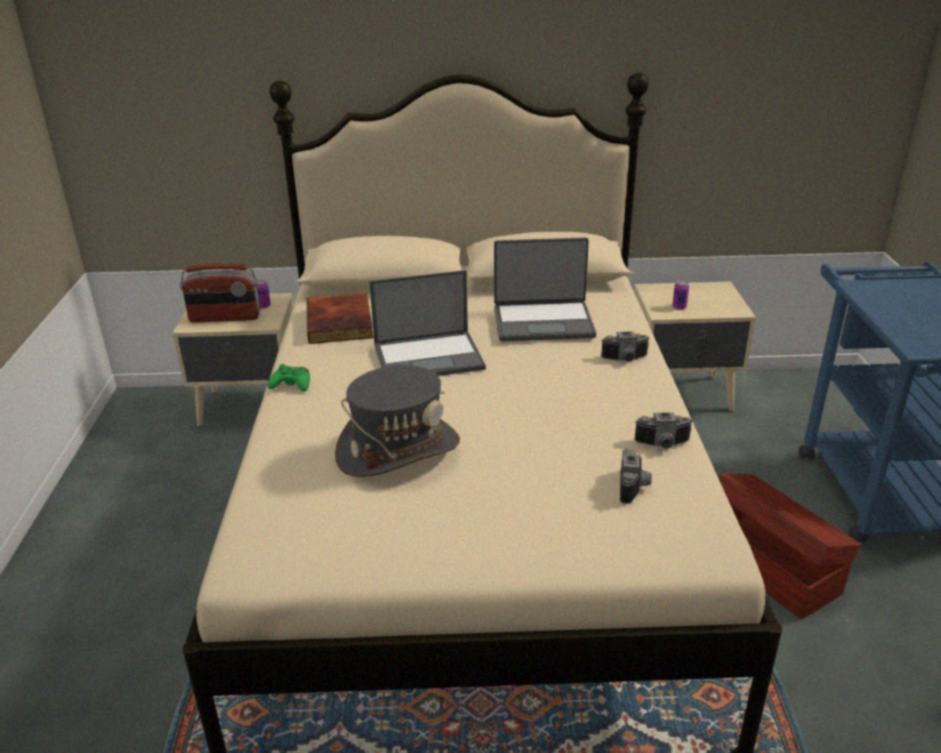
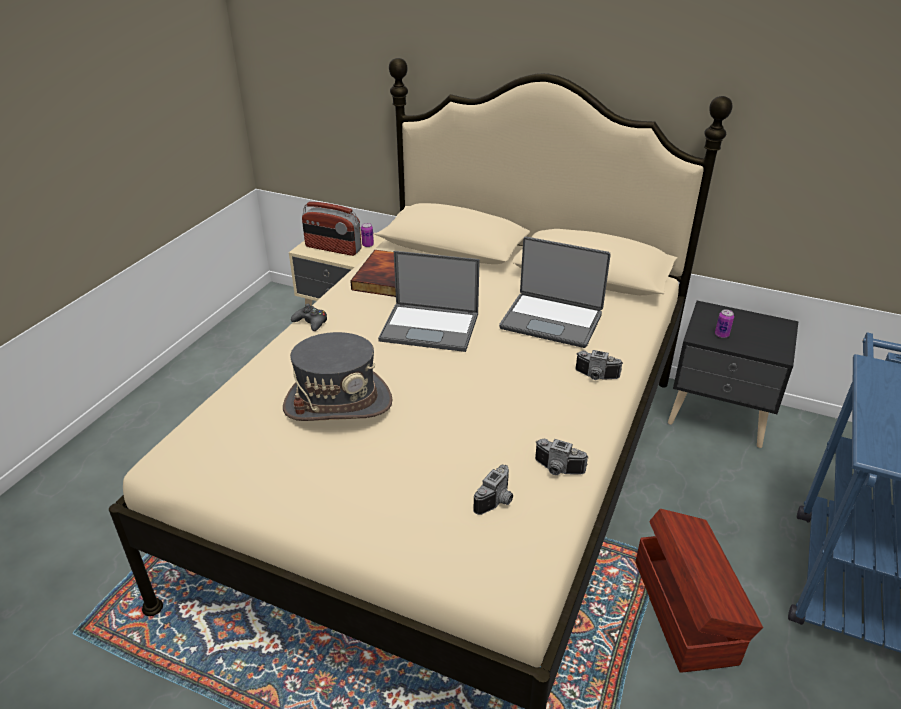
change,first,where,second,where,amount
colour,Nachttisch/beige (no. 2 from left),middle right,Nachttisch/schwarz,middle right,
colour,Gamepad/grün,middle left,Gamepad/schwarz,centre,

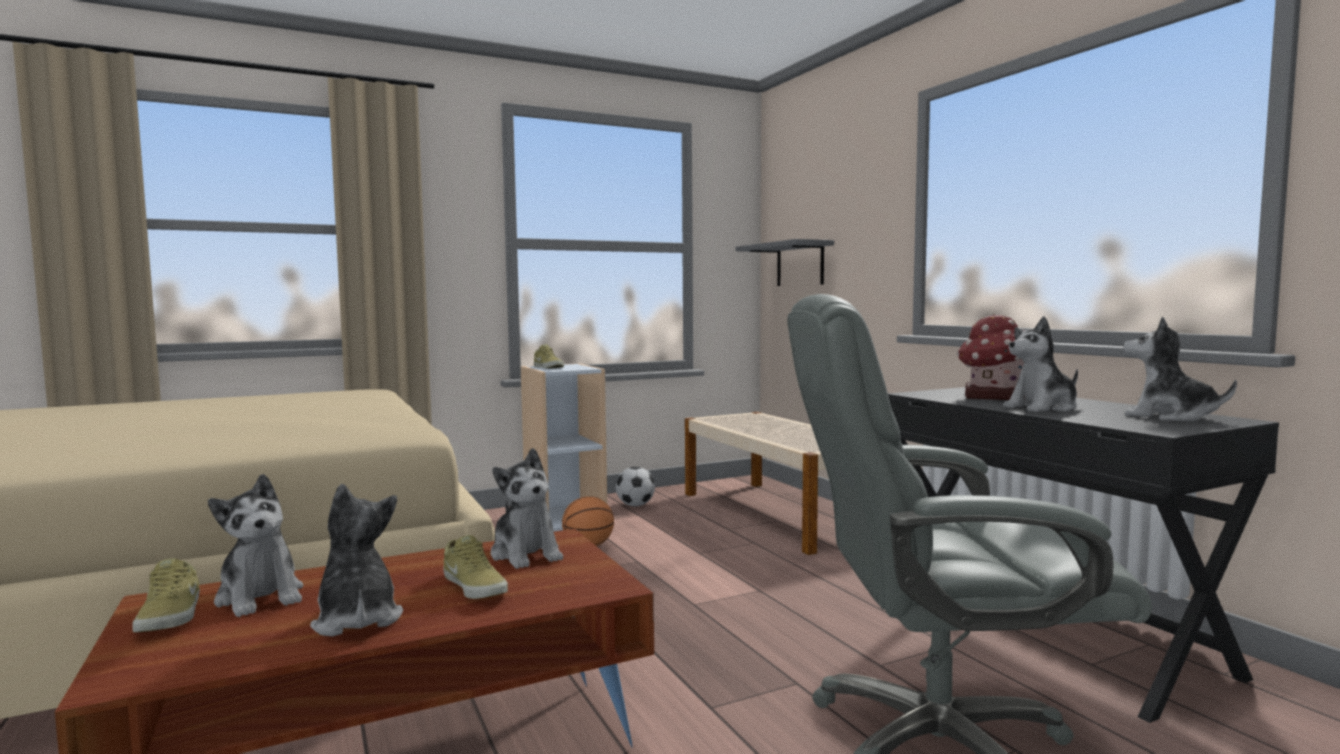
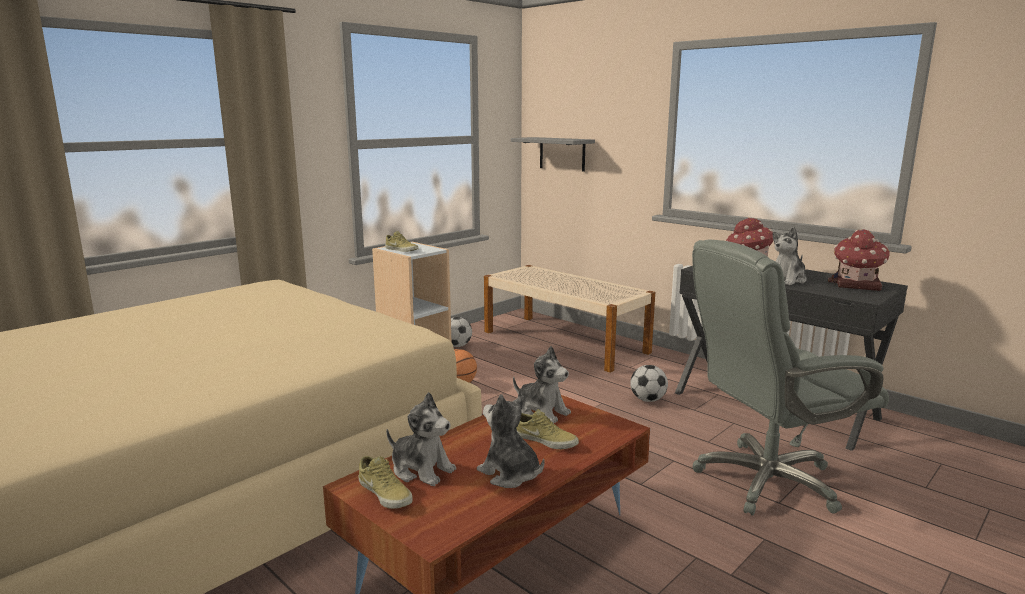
change,first,where,second,where,amount
exchanged,Plüschtier (no. 5 from left),middle right,Spielzeughaus (no. 2 from left),middle right,
appeared,,,Fußball (no. 2 from left),centre,

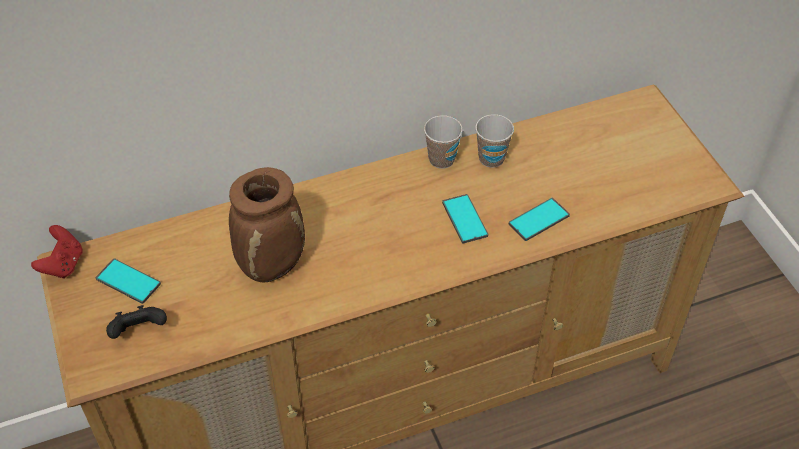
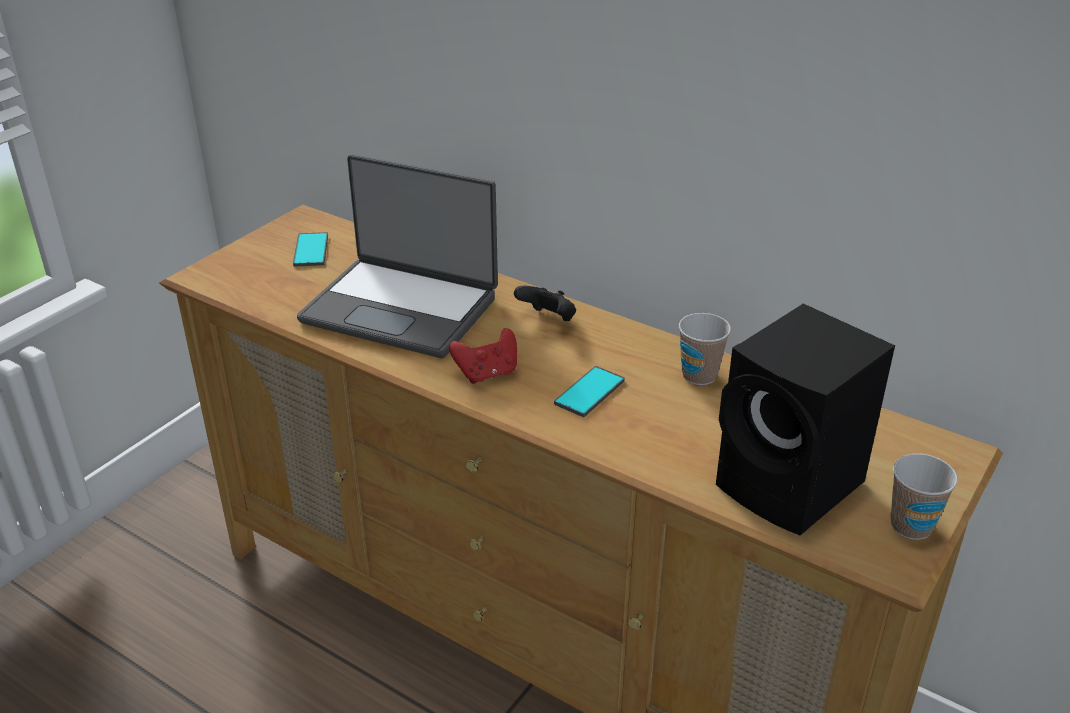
change,first,where,second,where,amount
relocated,Tasse (no. 1 from left in the first image),top centre,Tasse (no. 2 from left),bottom right,
exchanged,Vase/braun,centre,Laptop,centre,
missing,Handy (no. 3 from left),middle right,,,
relocated,Gamepad/rot,middle left,,centre,
relocated,Gamepad/schwarz,bottom left,,centre,
appeared,,,Lautsprecher/schwarz,middle right,

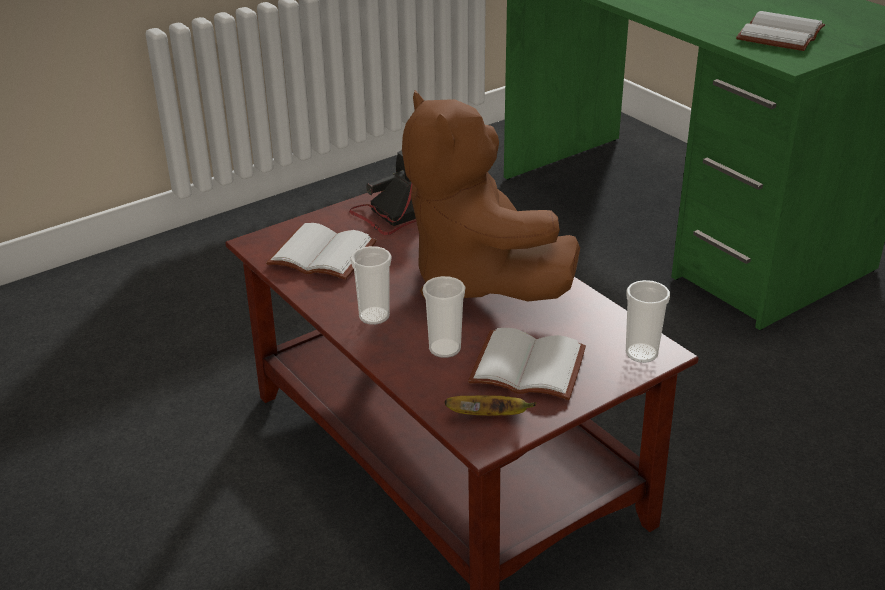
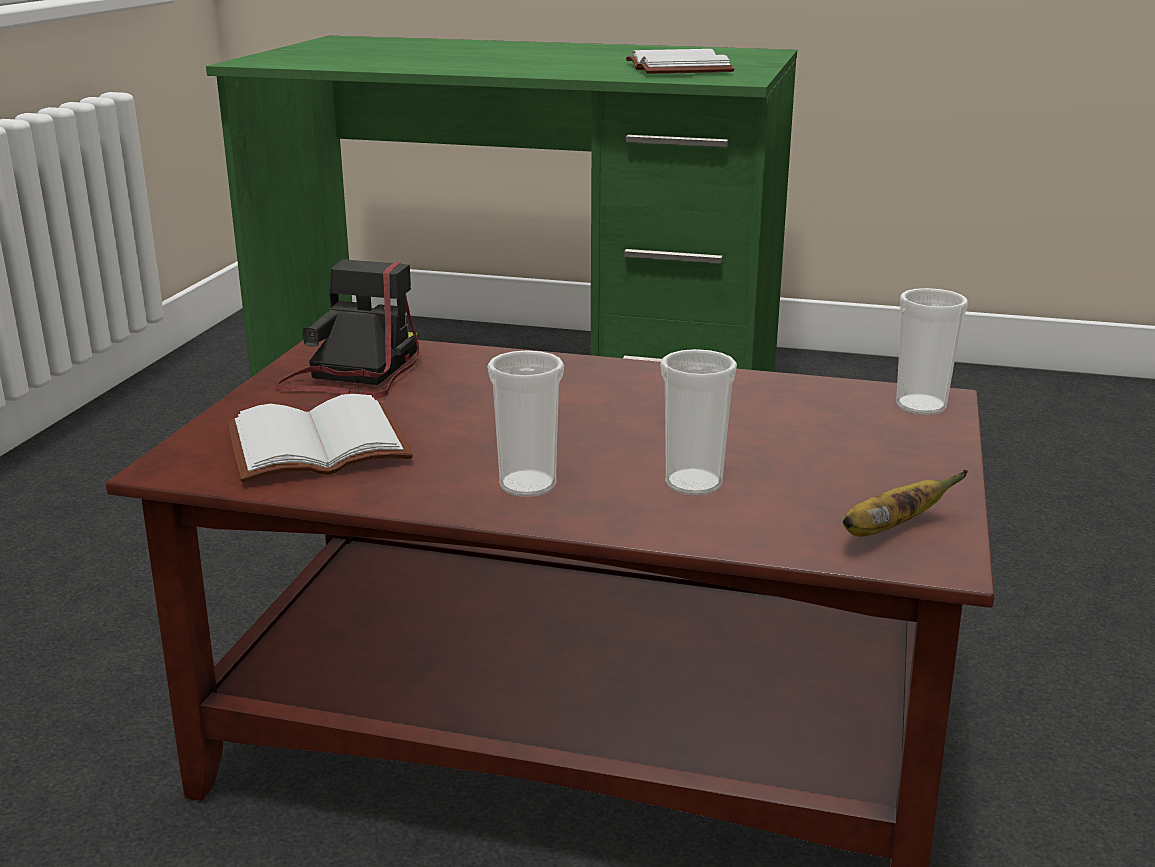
change,first,where,second,where,amount
missing,Plüschtier/braun,top centre,,,
missing,Buch/weiß (no. 2 from left),centre,,,

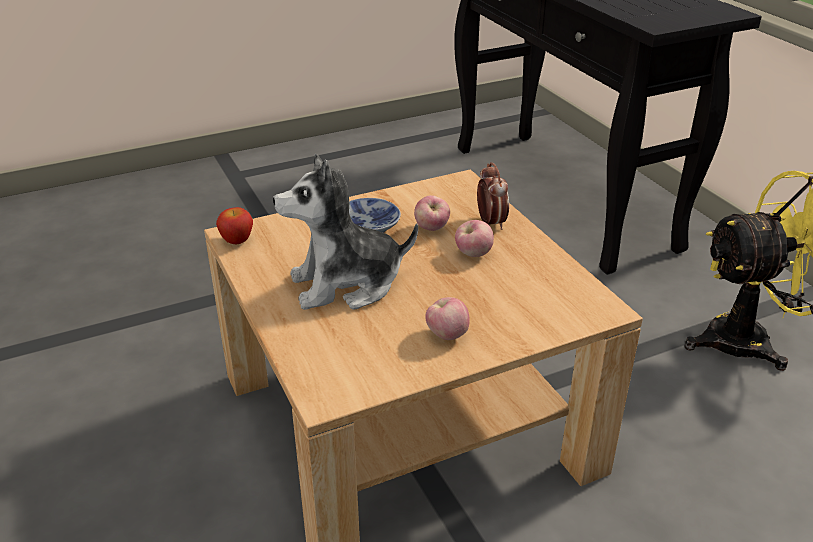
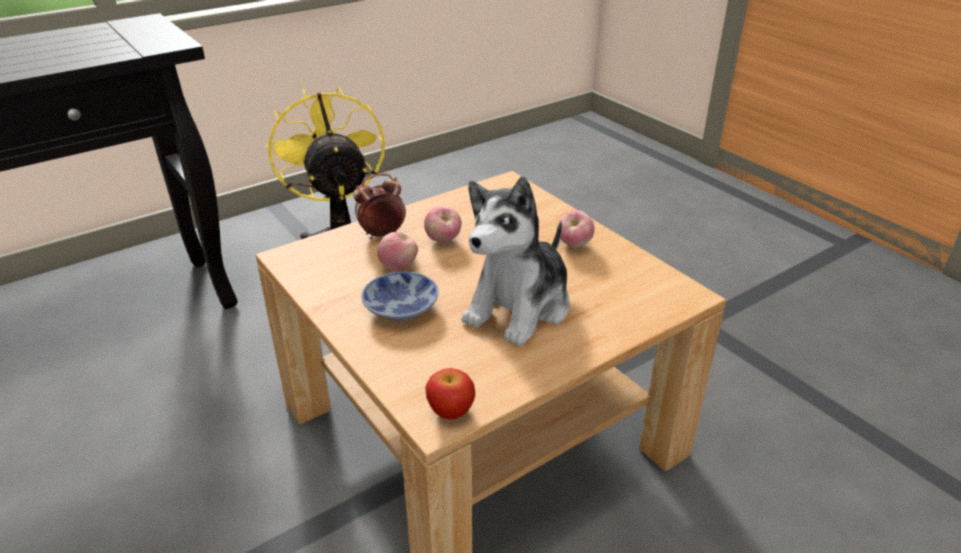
change,first,where,second,where,amount
spun,Plüschtier,centre,,centre,60 degrees clockwise

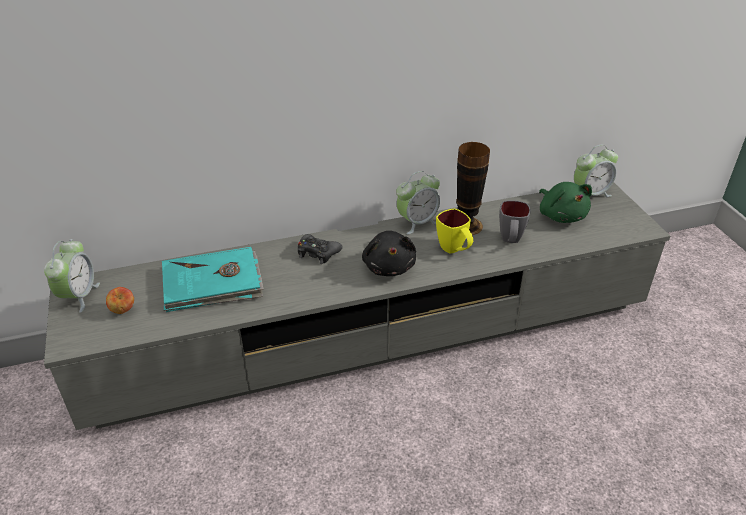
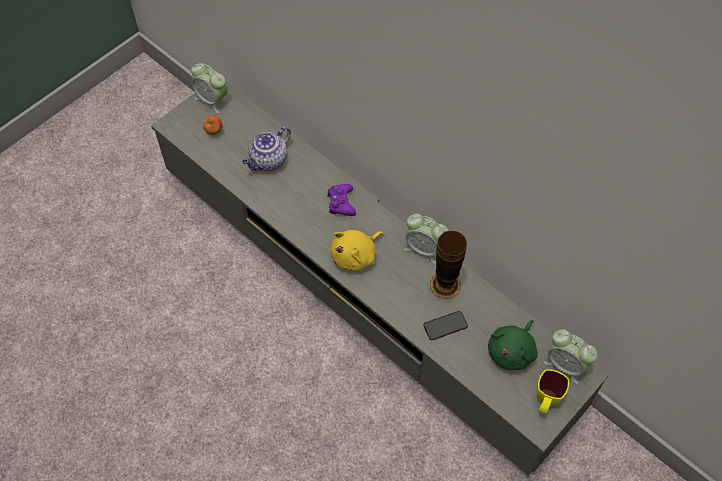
change,first,where,second,where,amount
exchanged,Henkelbecher/grau,middle right,Handy,bottom centre,
relocated,Henkelbecher/gelb,centre,,bottom right,
colour,Plüschtier/schwarz,centre,Plüschtier/gelb,centre,
colour,Gamepad/schwarz,centre,Gamepad/lila,centre,
spun,Wecker (no. 1 from left),middle left,,top left,60 degrees clockwise
exchanged,Buch/türkis,middle left,Teekanne,top centre,

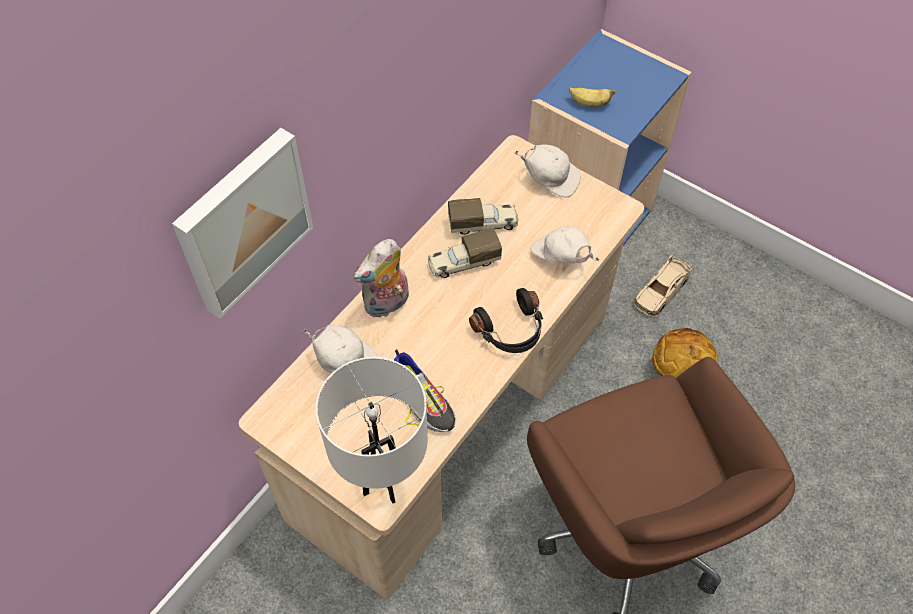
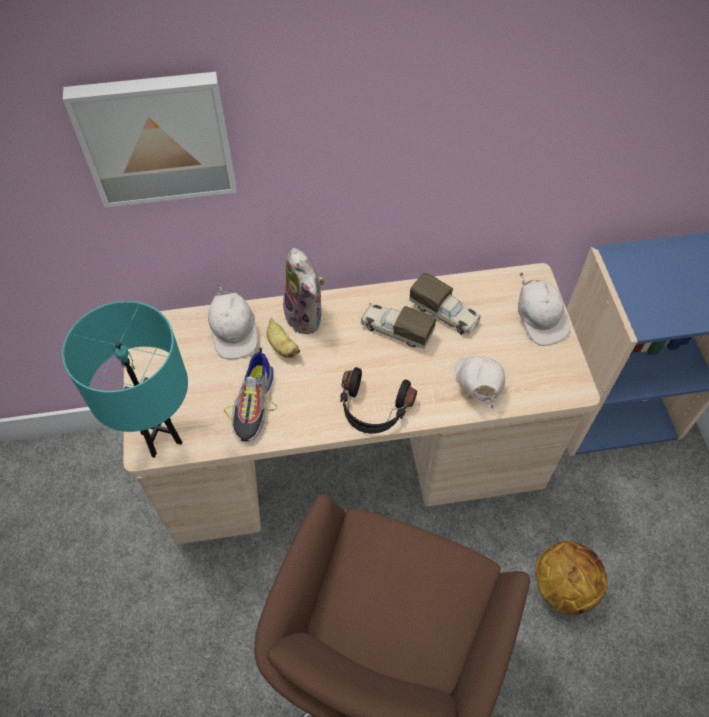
change,first,where,second,where,amount
relocated,Banane,top centre,,centre,
spun,Plüschtier,centre,,centre,120 degrees counterclockwise
missing,Spielzeugauto/beige,middle right,,,
colour,Tischlampe/weiß,bottom centre,Tischlampe/türkis,middle left,

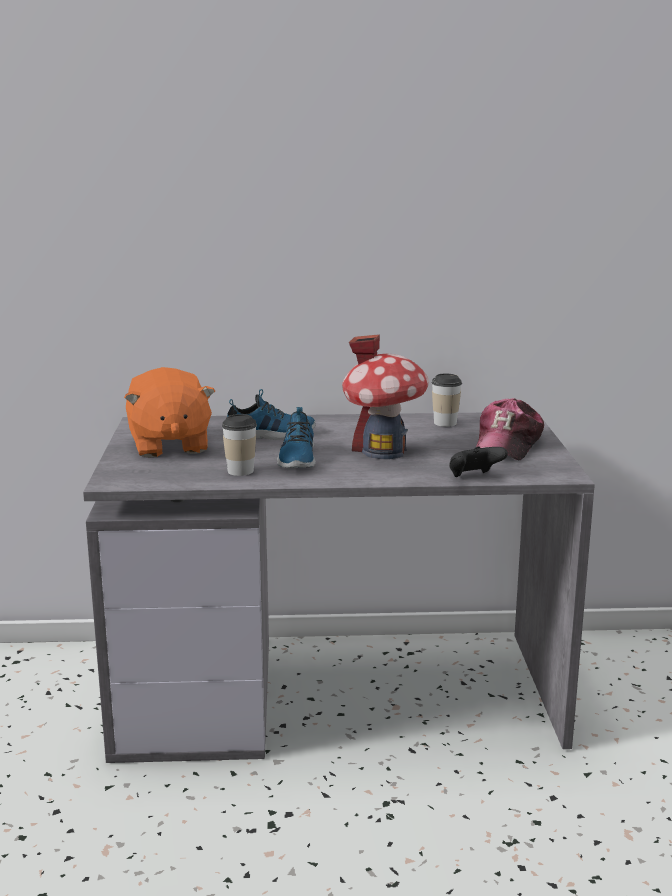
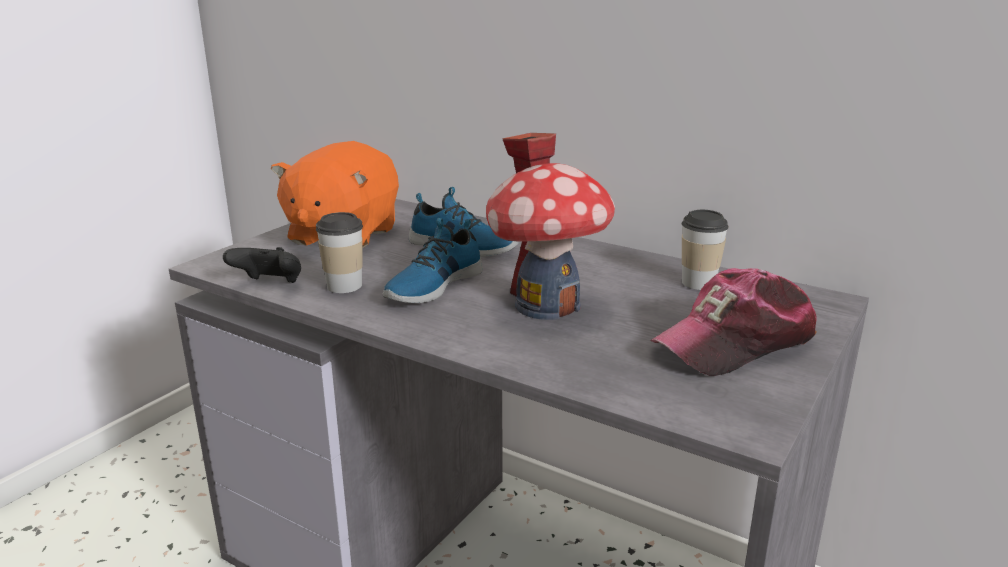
change,first,where,second,where,amount
relocated,Gamepad/schwarz,middle right,,middle left,

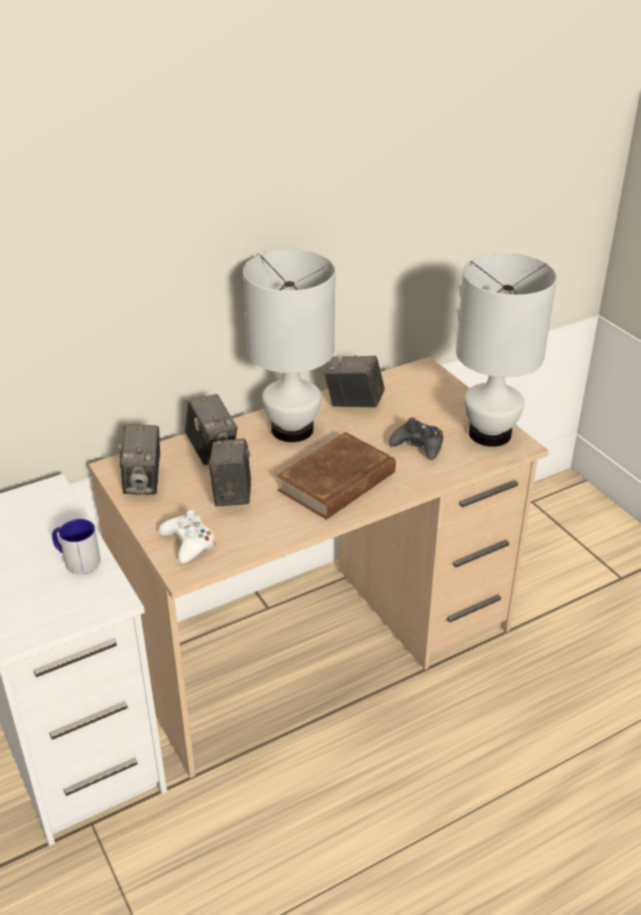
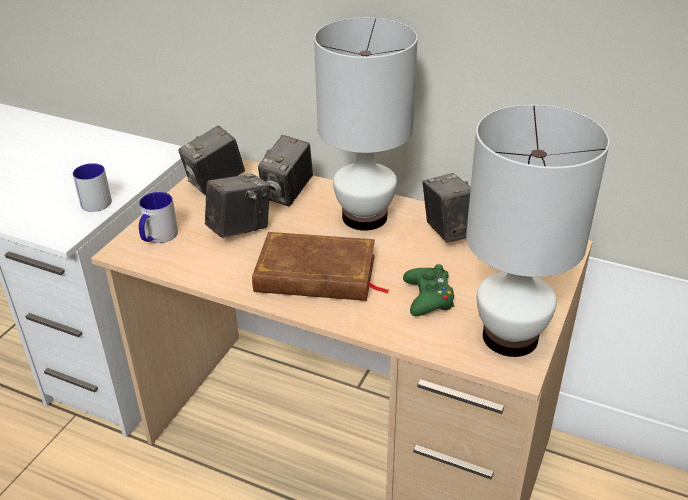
change,first,where,second,where,amount
colour,Gamepad/schwarz,centre,Gamepad/grün,centre,
exchanged,Gamepad/weiß,middle left,Henkelbecher (no. 2 from left),middle left,

